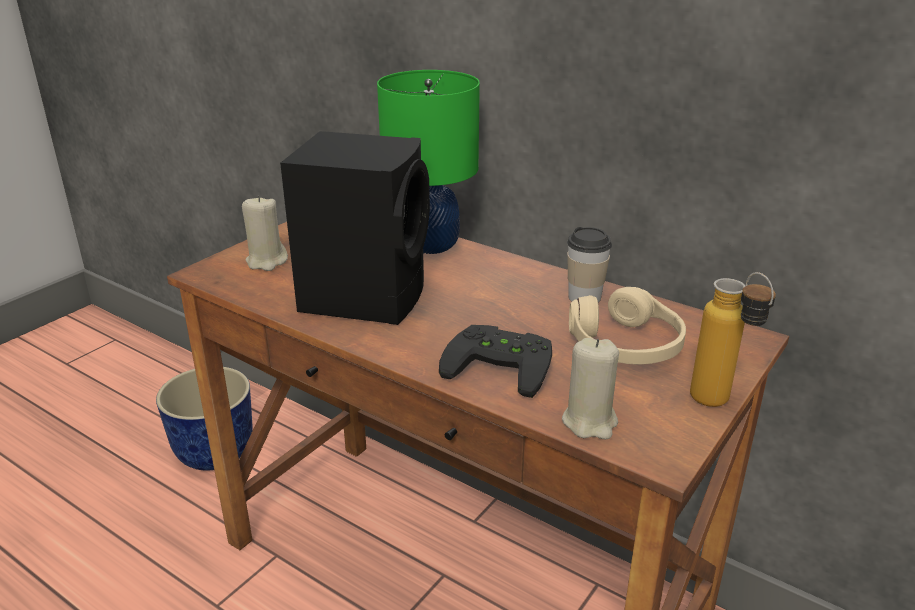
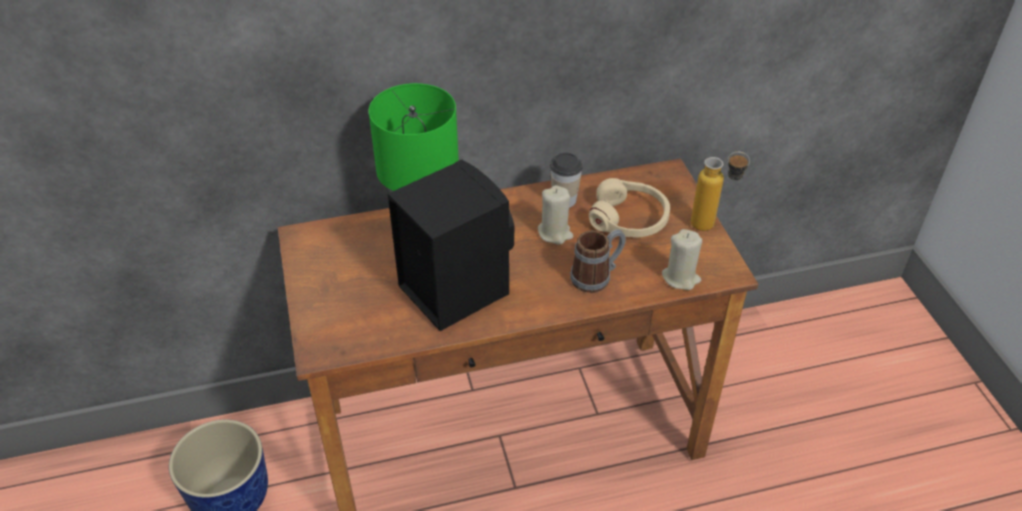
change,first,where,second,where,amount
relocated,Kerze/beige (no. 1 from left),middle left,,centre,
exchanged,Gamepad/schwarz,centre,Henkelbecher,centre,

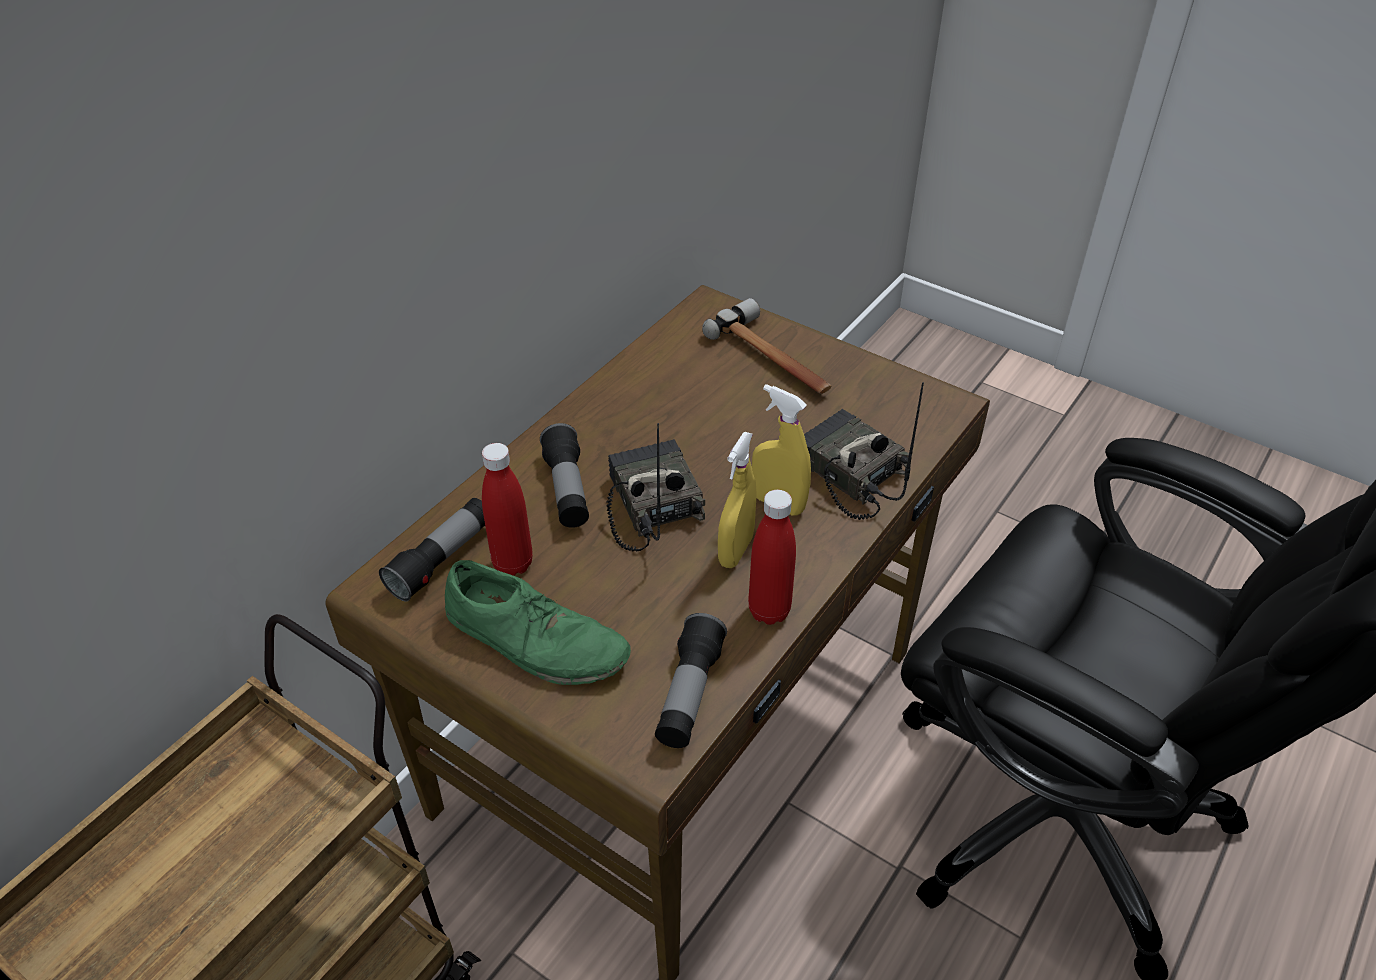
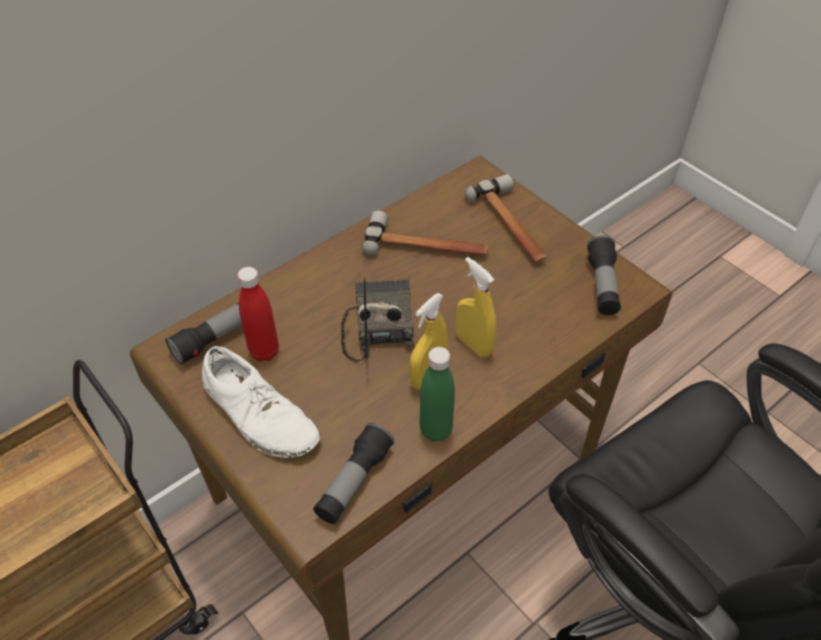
change,first,where,second,where,amount
missing,Radio (no. 2 from left),centre,,,
relocated,Taschenlampe (no. 2 from left in the first image),centre,Taschenlampe (no. 3 from left),middle right,
colour,Flasche/rot (no. 2 from left),centre,Flasche/grün,centre,
colour,Schuh/grün,centre,Schuh/weiß,middle left,
appeared,,,Hammer (no. 1 from left),centre,

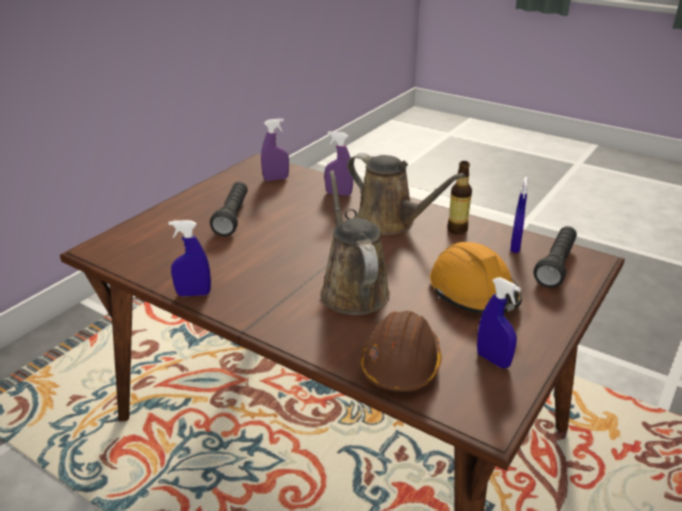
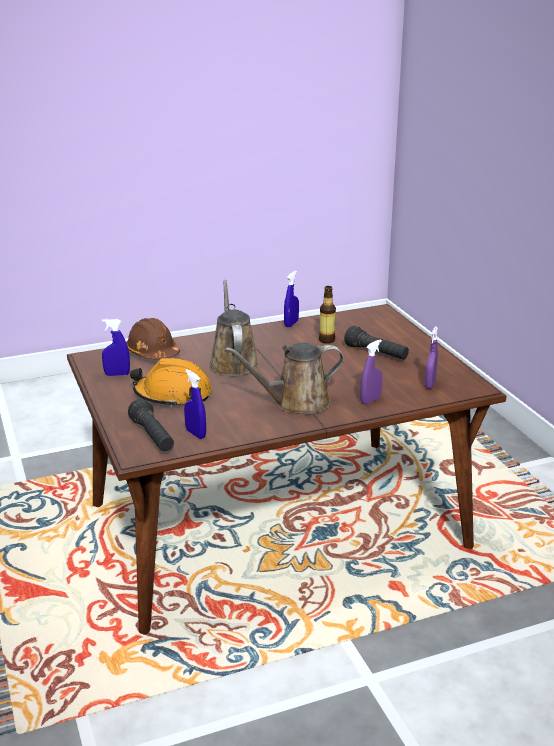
change,first,where,second,where,amount
relocated,Flasche,middle right,,centre,
spun,Gießkanne/braun (no. 1 from left),centre,,centre,120 degrees counterclockwise

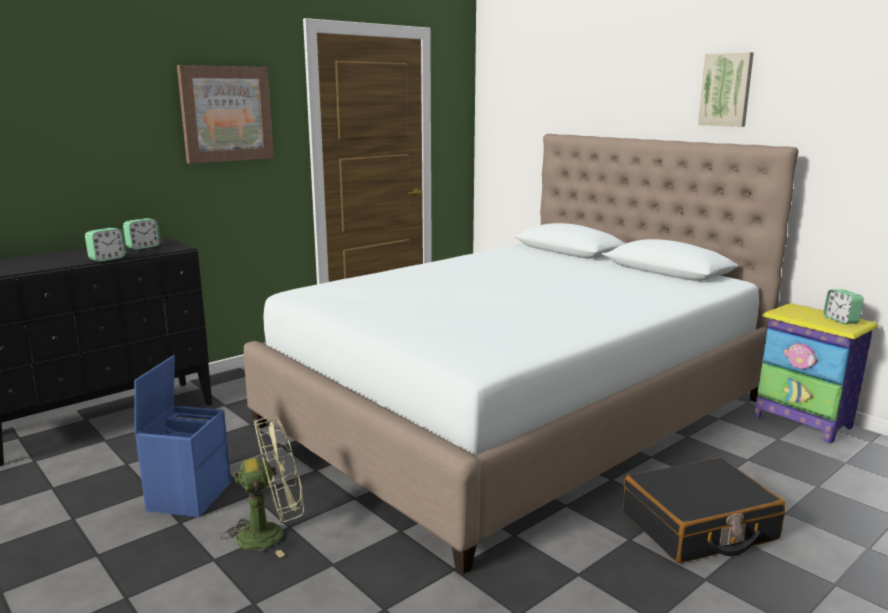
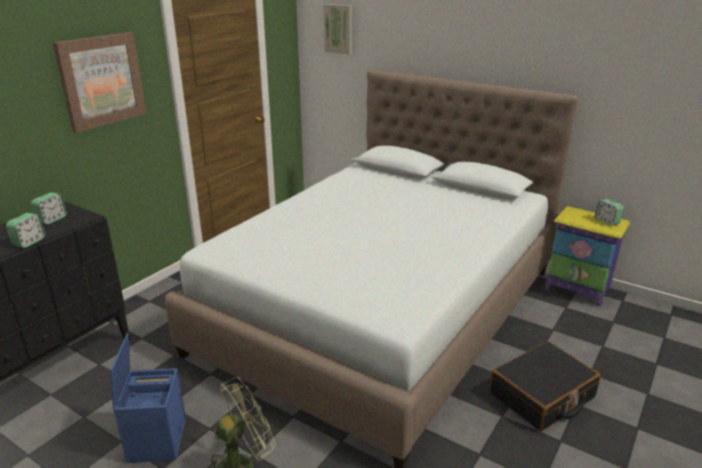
change,first,where,second,where,amount
relocated,Bild (no. 2 from left),top right,,top centre,

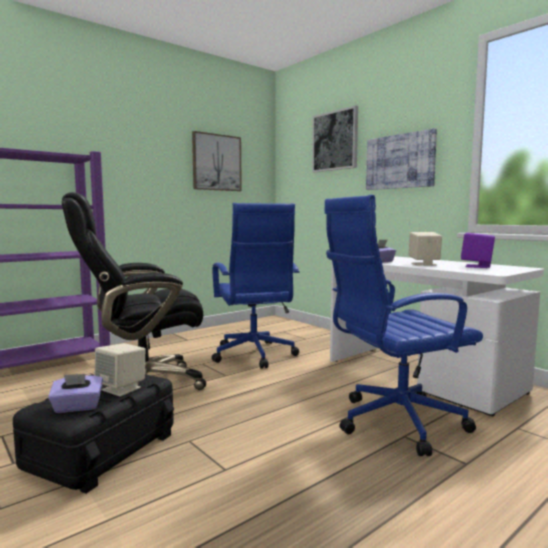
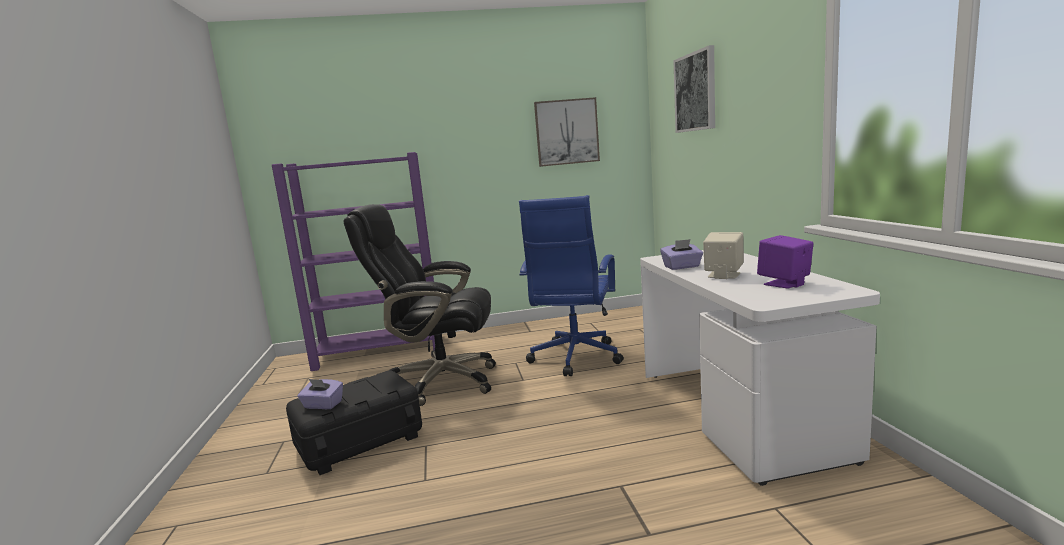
change,first,where,second,where,amount
missing,Bild (no. 3 from left),top right,,,
missing,Bürostuhl/blau (no. 2 from left),middle right,,,
missing,Lautsprecher/beige (no. 1 from left),bottom left,,,

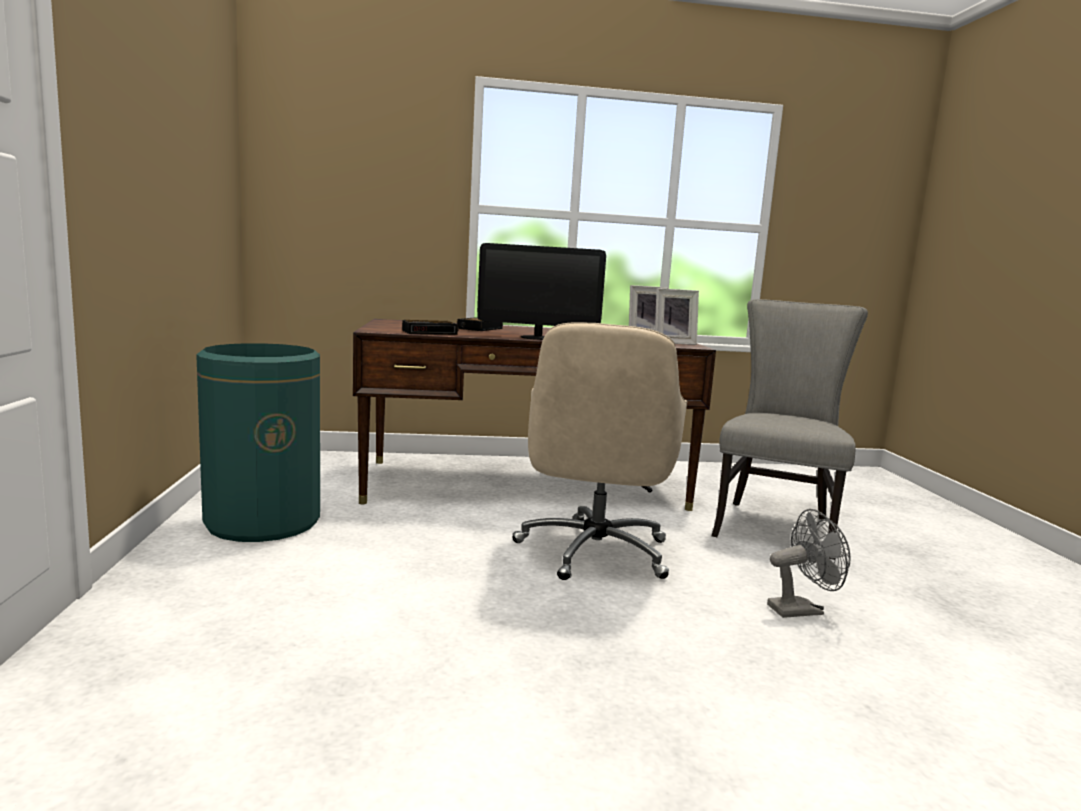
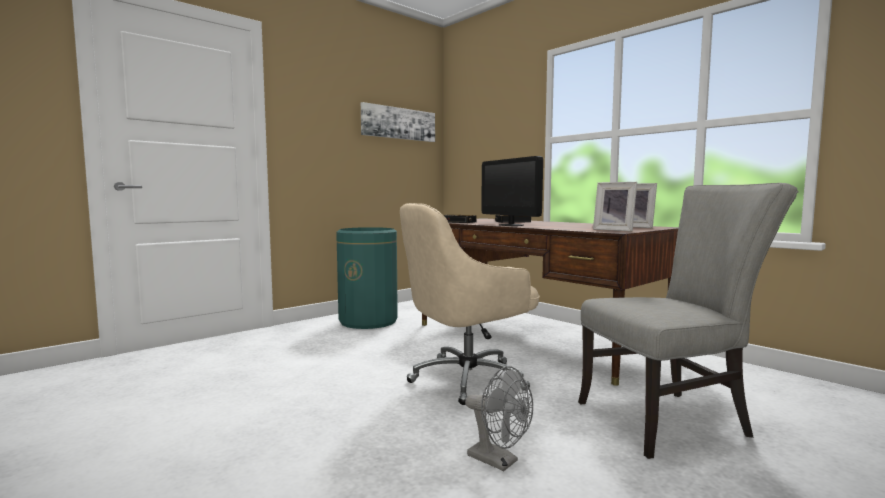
change,first,where,second,where,amount
appeared,,,Bild,top centre,

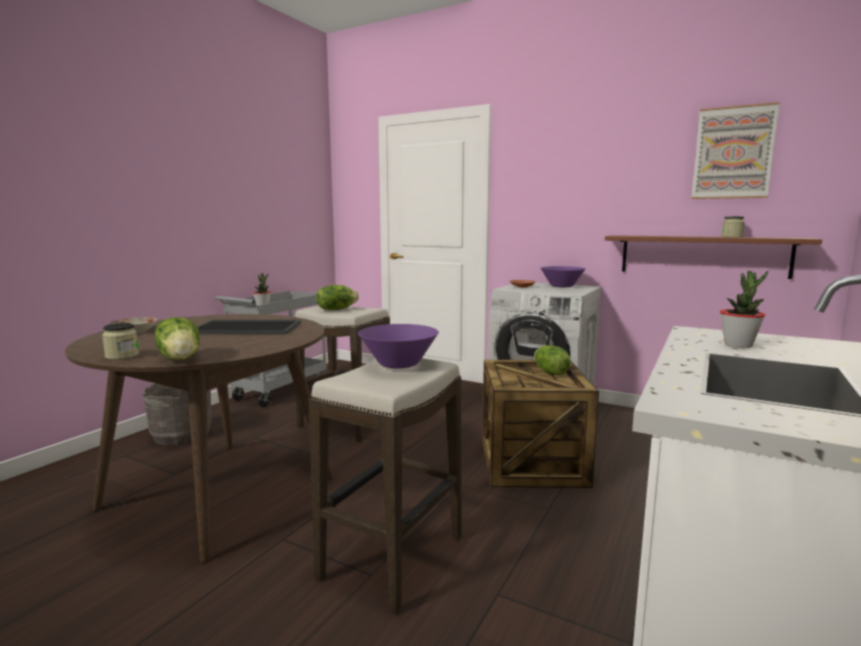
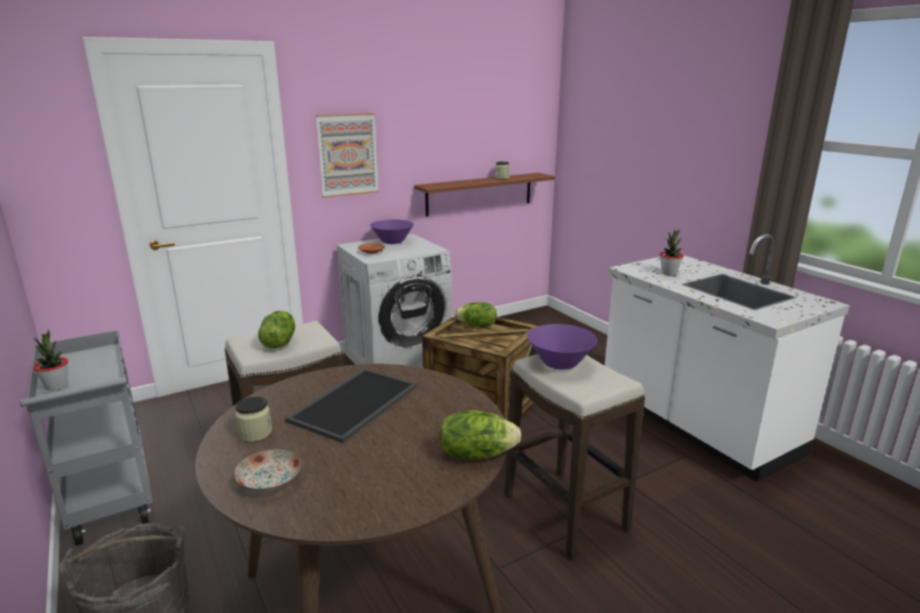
change,first,where,second,where,amount
relocated,Bild,top right,,top centre,
relocated,Vorratsglas (no. 1 from left),middle left,,bottom left,

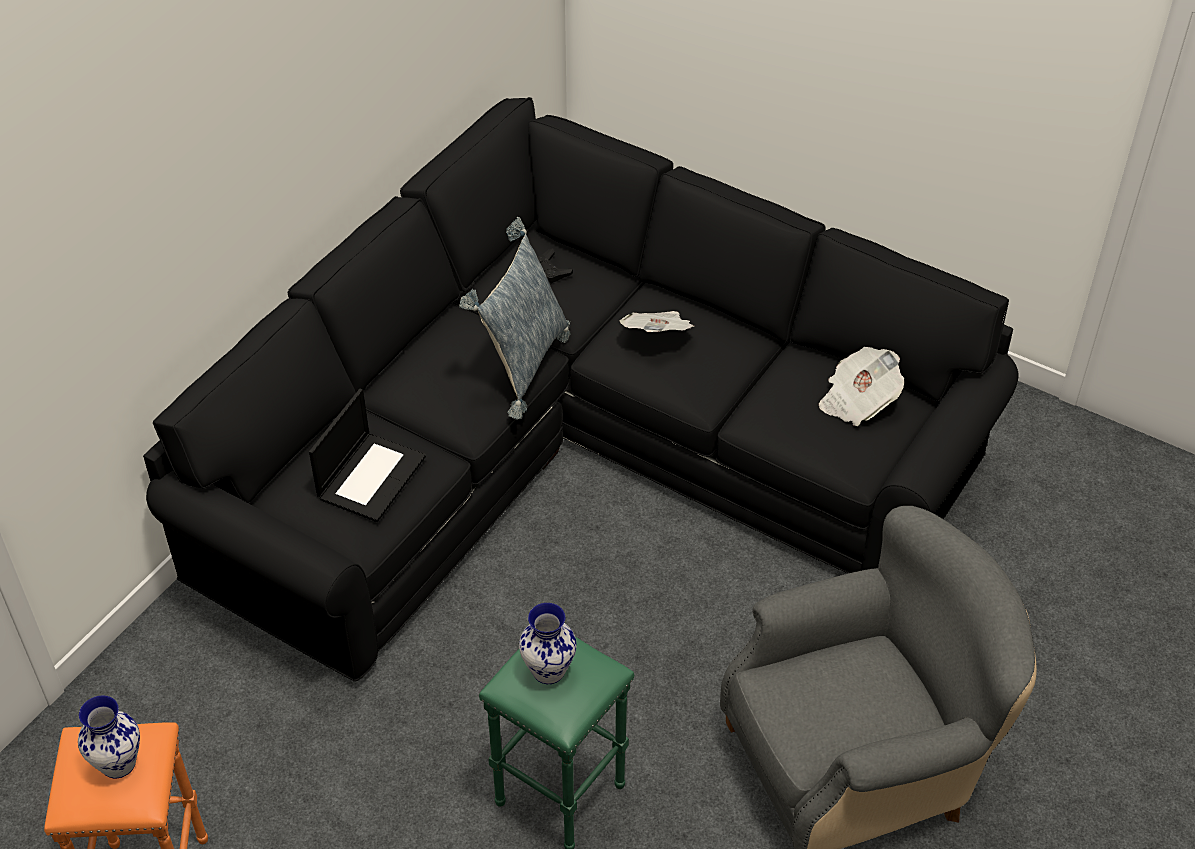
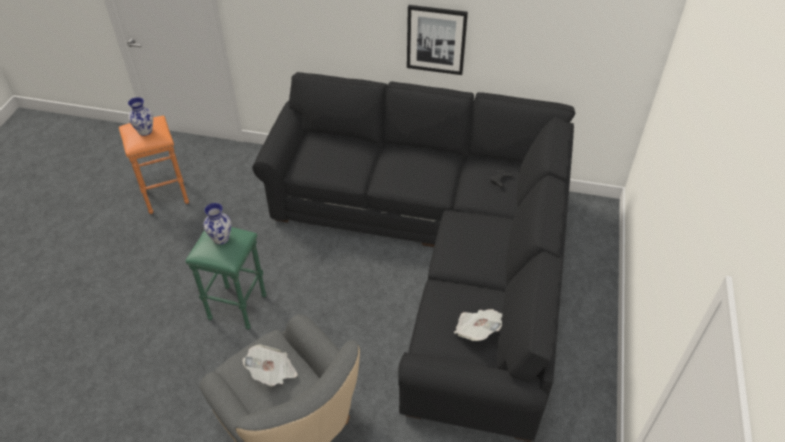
change,first,where,second,where,amount
missing,Kissen,centre,,,
relocated,Zeitung (no. 1 from left),centre,,bottom centre,
missing,Laptop,middle left,,,
appeared,,,Bild,top centre,

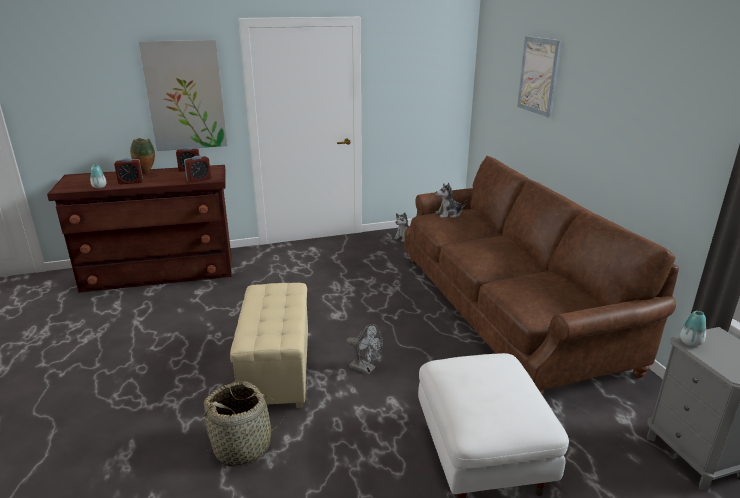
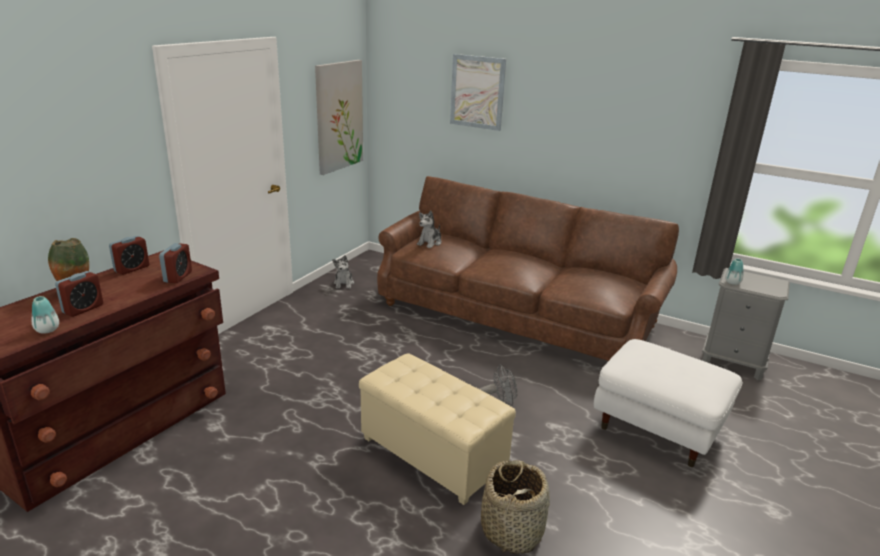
change,first,where,second,where,amount
relocated,Bild (no. 1 from left),top left,,top centre,

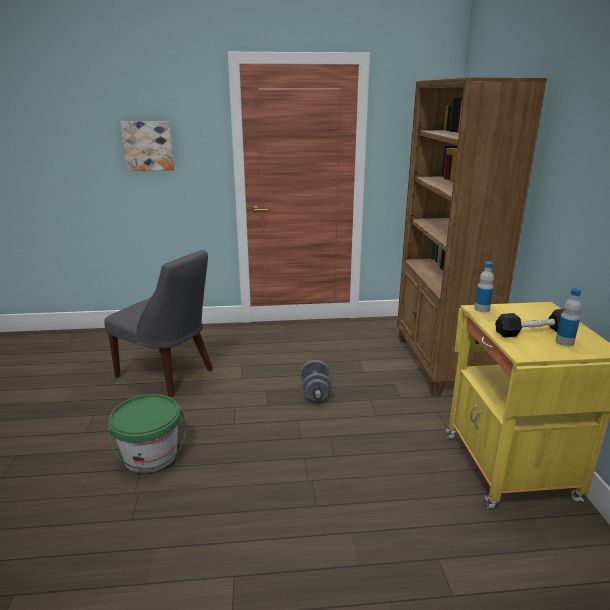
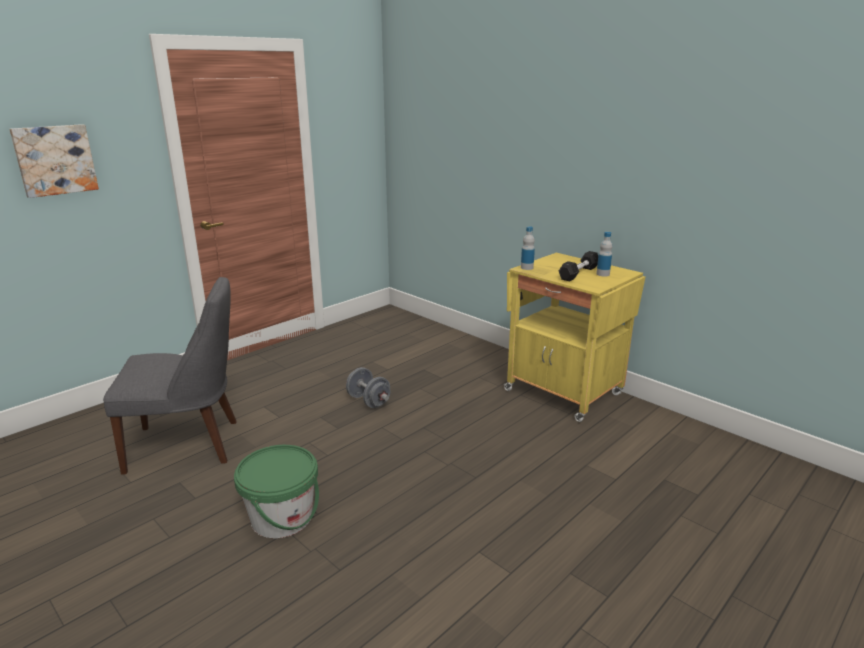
change,first,where,second,where,amount
missing,Bücherregal/braun,middle right,,,

